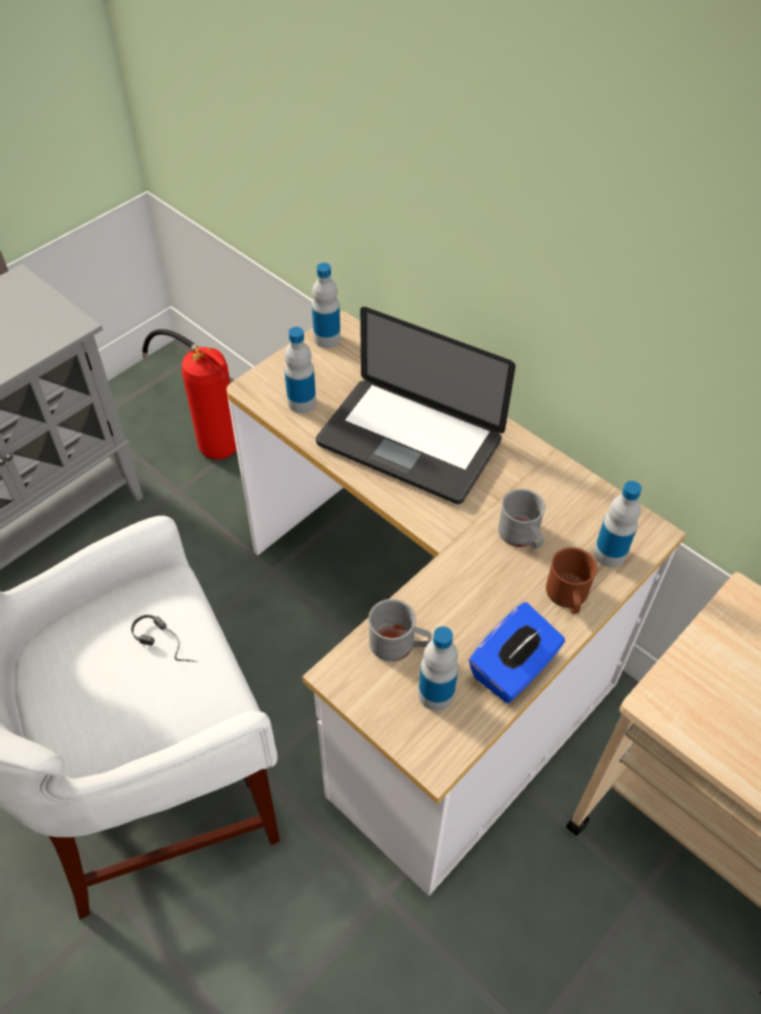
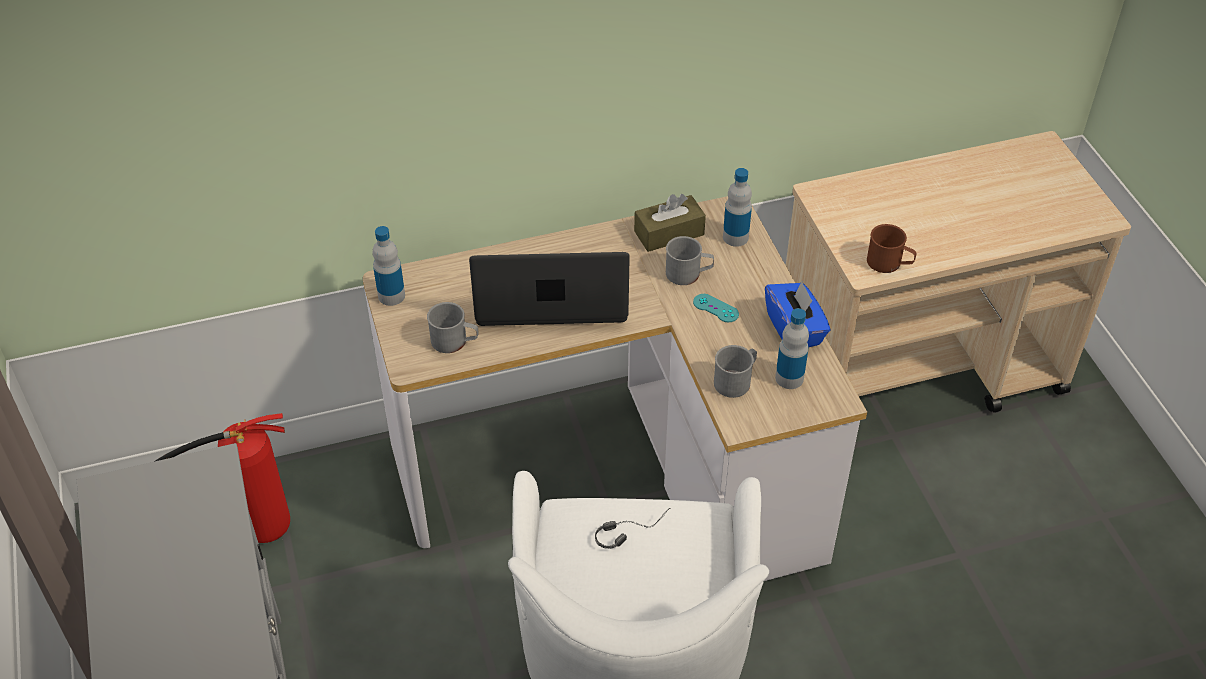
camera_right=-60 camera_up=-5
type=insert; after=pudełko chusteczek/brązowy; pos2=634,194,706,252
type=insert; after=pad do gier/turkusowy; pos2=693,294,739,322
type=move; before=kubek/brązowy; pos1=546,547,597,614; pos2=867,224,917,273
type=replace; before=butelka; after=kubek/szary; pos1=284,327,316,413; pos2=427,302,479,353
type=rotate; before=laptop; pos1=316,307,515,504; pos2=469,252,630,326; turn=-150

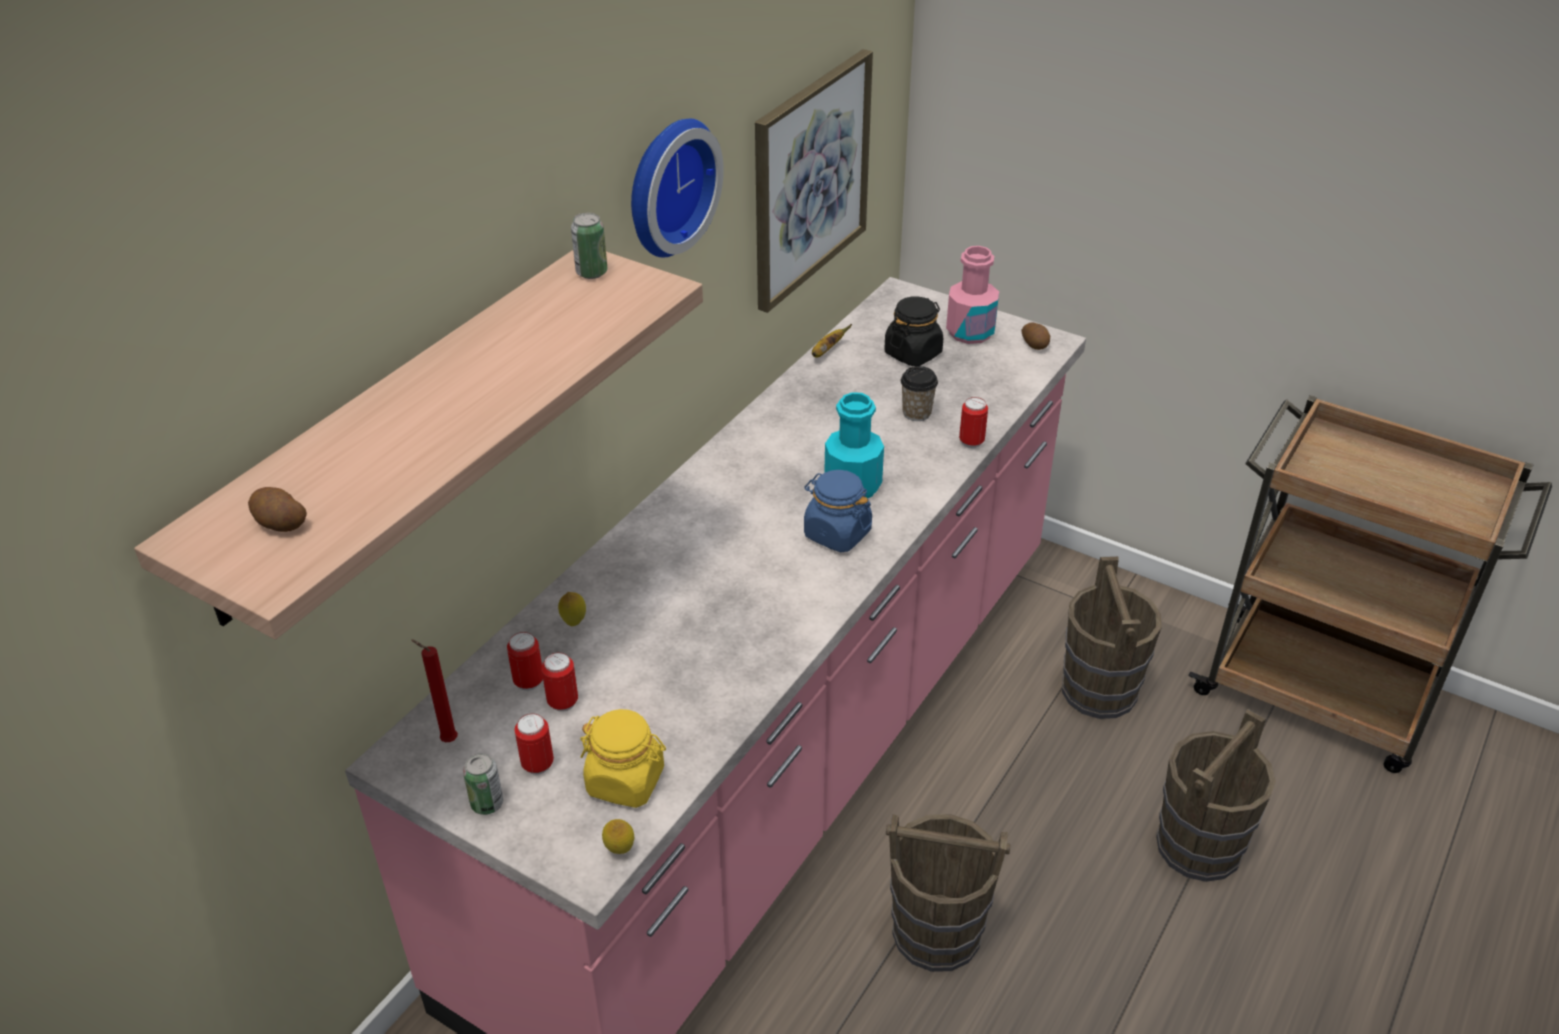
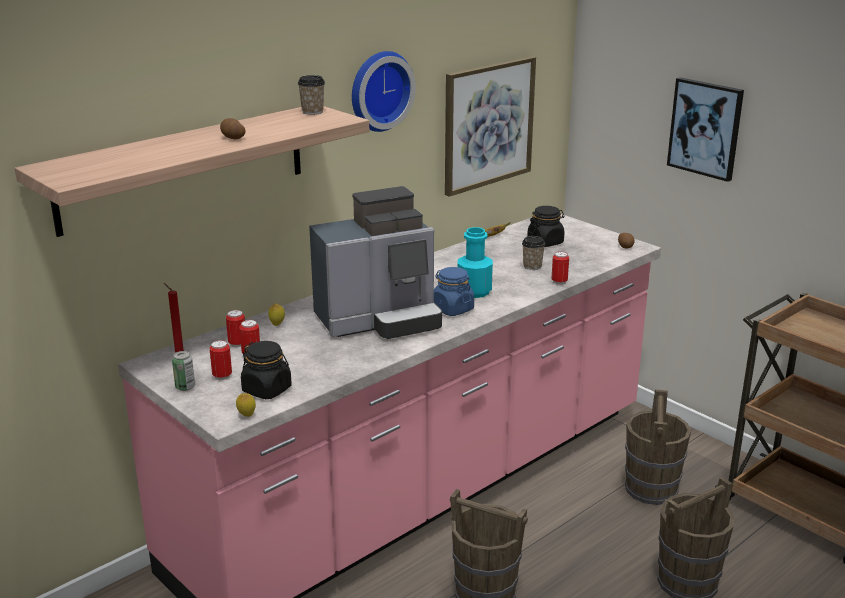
camera_right=15 camera_up=-15
type=delete; before=butelka/różowy; pos1=946,246,999,344
type=insert; after=ekspres do kawy; pos2=309,186,442,339
type=insert; after=obraz; pos2=667,77,744,182
type=move; before=ziemniak; pos1=248,487,307,532; pos2=220,118,246,139
type=replace; before=puszka; after=filiżanka; pos1=571,213,607,279; pos2=298,75,325,115
type=recolor; before=słoik/żółty; after=słoik/czarny; pos1=580,709,666,808; pos2=241,341,292,399

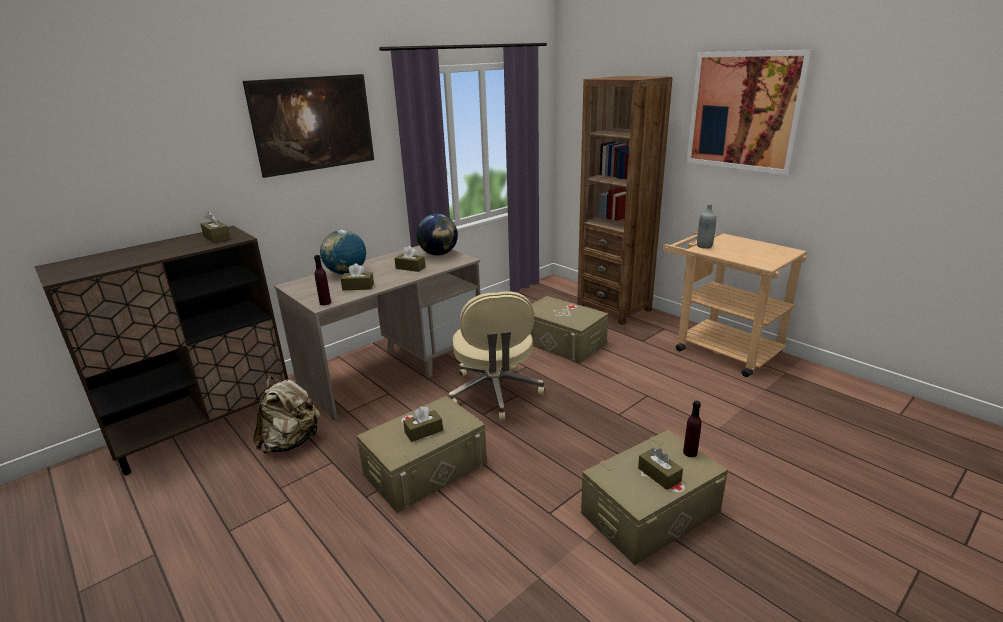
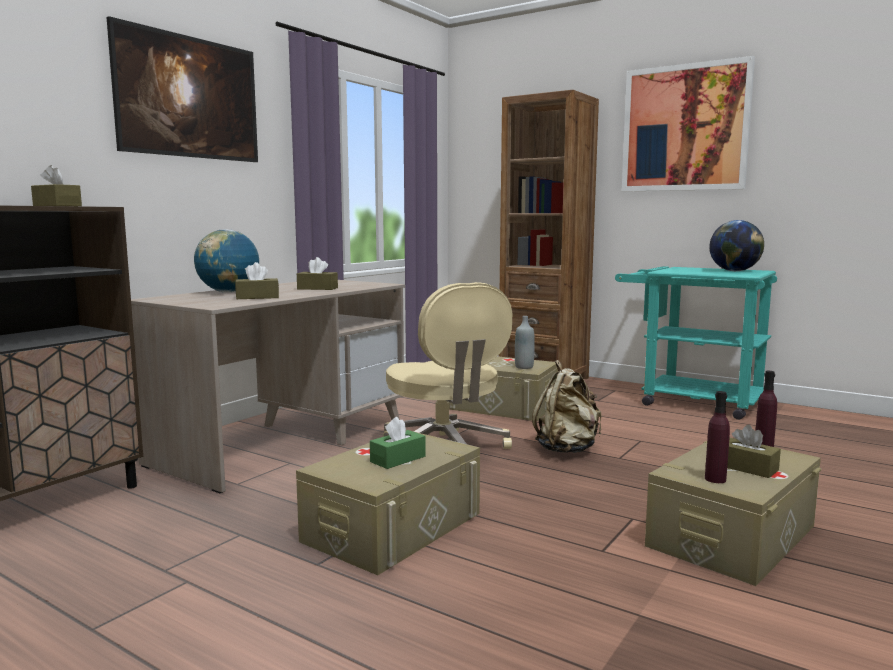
camera_right=-15 camera_up=-15
type=move; before=plecak/beżowy; pos1=254,376,320,454; pos2=532,360,601,453
type=move; before=butelka/fioletowy; pos1=314,255,331,305; pos2=705,391,730,483
type=move; before=globus; pos1=416,214,458,256; pos2=709,220,764,271
type=move; before=butelka/szary; pos1=697,204,716,249; pos2=515,316,535,369
type=recolor; before=pudełko chusteczek/brązowy; after=pudełko chusteczek/zielony; pos1=403,406,443,442; pos2=370,417,426,469
type=recolor; before=wózek/beżowy; after=wózek/turkusowy; pos1=662,232,807,377; pos2=615,266,777,420

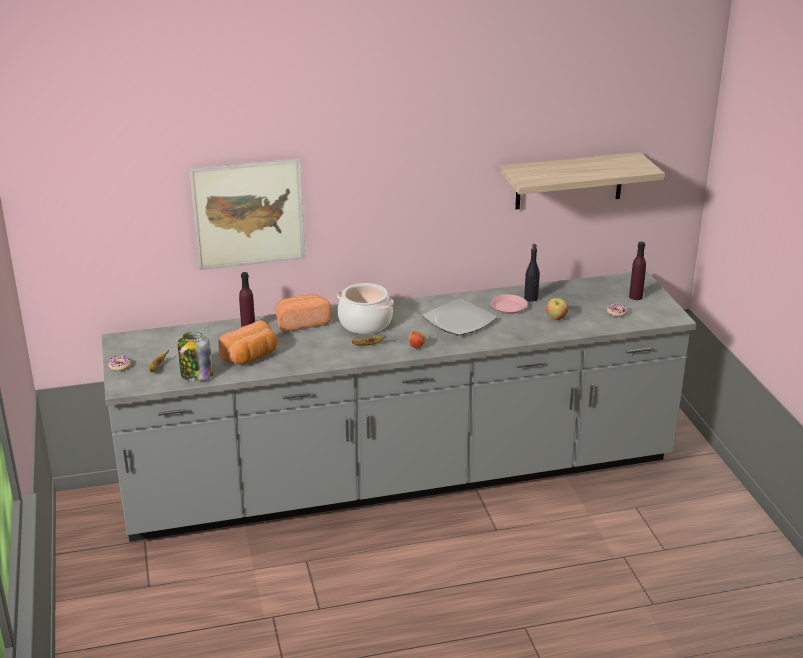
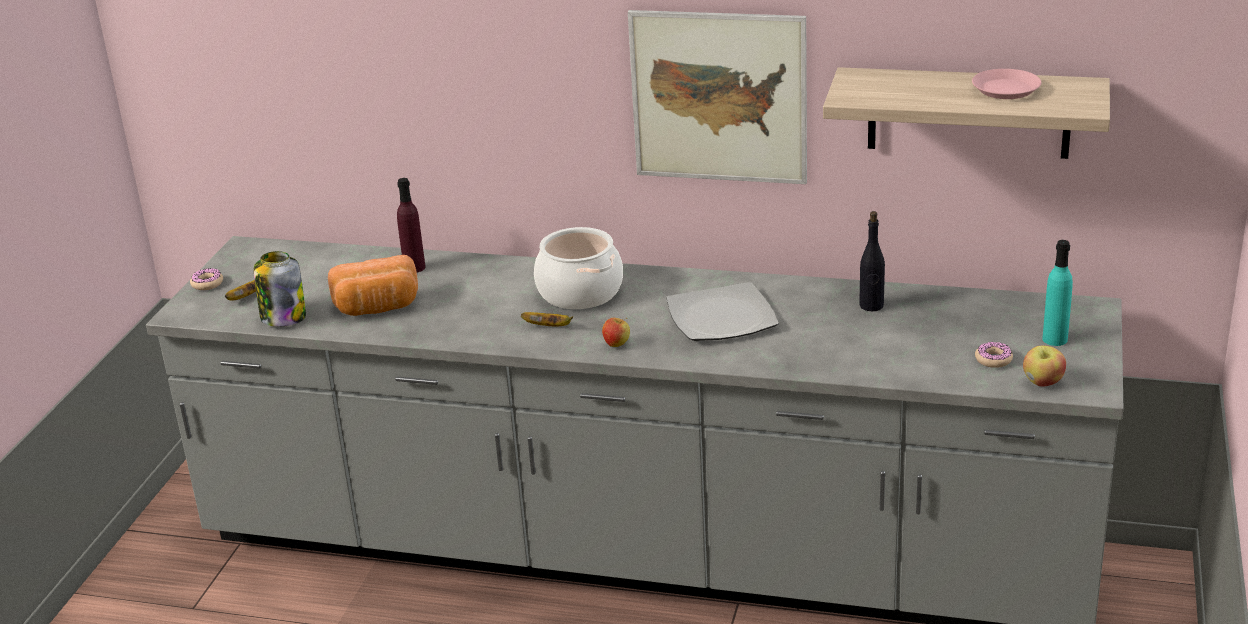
camera_right=30 camera_up=0
type=delete; before=chleb; pos1=276,294,332,331
type=move; before=obraz; pos1=189,159,305,270; pos2=628,10,807,184
type=move; before=talerz/różowy; pos1=491,294,527,314; pos2=972,69,1041,99
type=move; before=jabłko; pos1=546,298,568,320; pos2=1023,346,1066,387
type=recolor; before=butelka/fioletowy; after=butelka/turkusowy; pos1=629,242,646,300; pos2=1042,240,1073,346

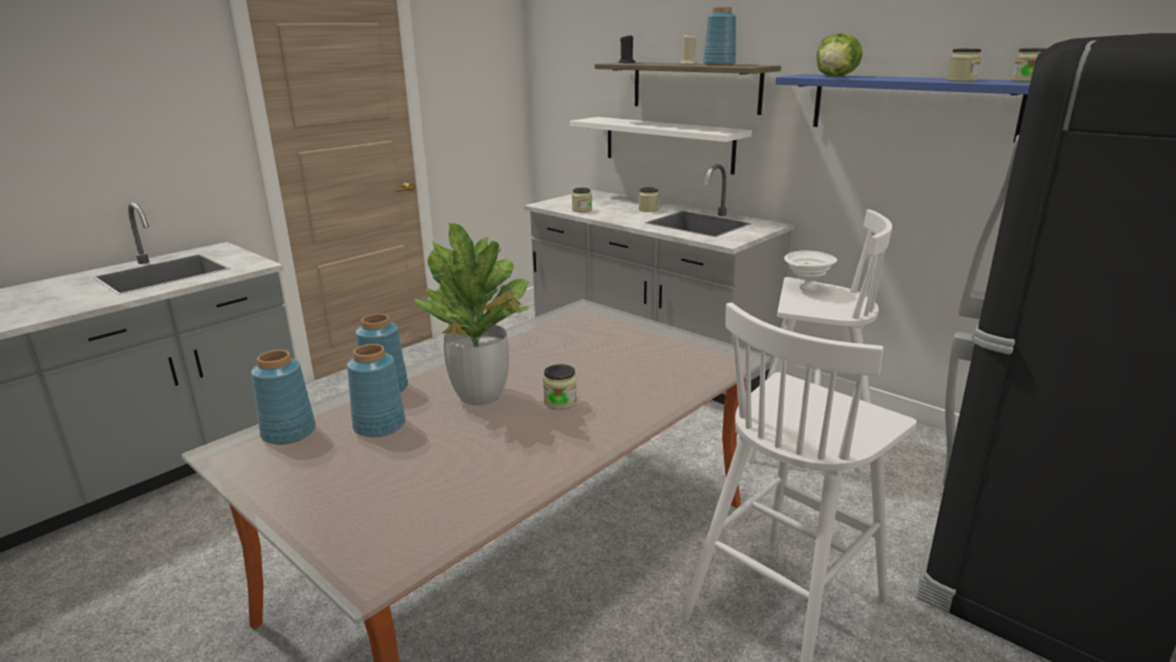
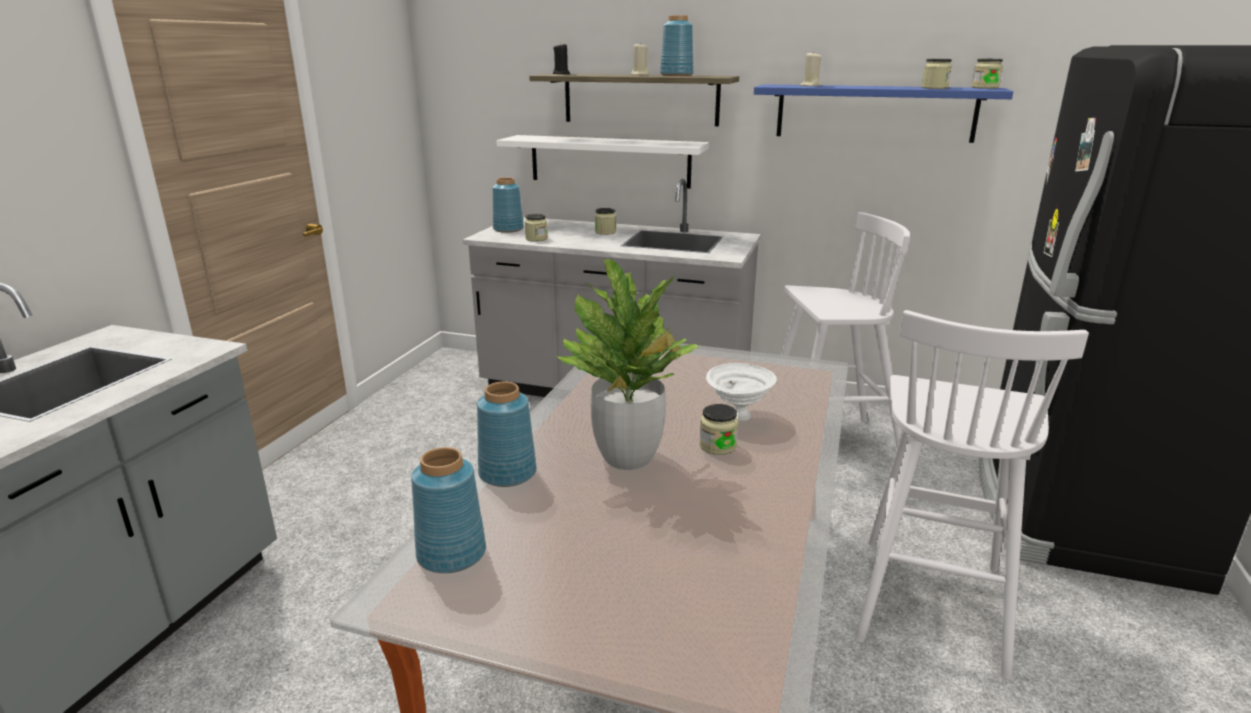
camera_right=-25 camera_up=0
type=move; before=wazon/niebieski; pos1=347,344,406,437; pos2=492,177,524,233
type=move; before=miska/biały; pos1=784,251,837,291; pos2=706,363,777,421
type=replace; before=sałata; after=świeca/beżowy; pos1=817,33,862,77; pos2=800,51,822,86

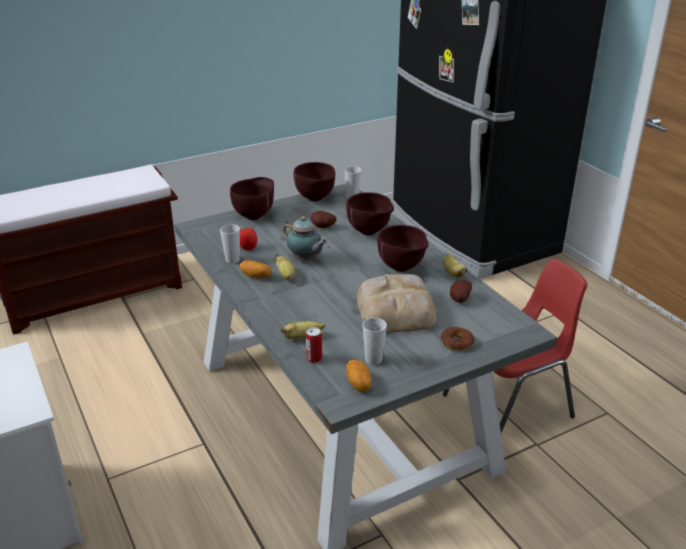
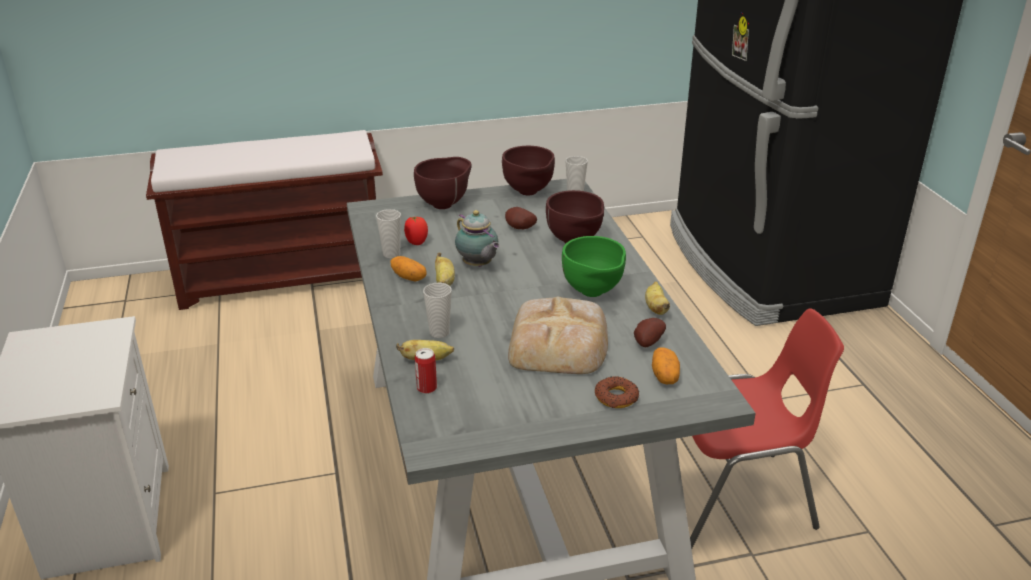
camera_right=15 camera_up=0
type=move; before=ziemniak; pos1=346,360,372,392; pos2=652,347,680,384
type=move; before=filiżanka; pos1=363,318,387,365; pos2=423,283,452,338
type=recolor; before=miska/brązowy; after=miska/zielony; pos1=377,225,429,272; pos2=562,236,626,297

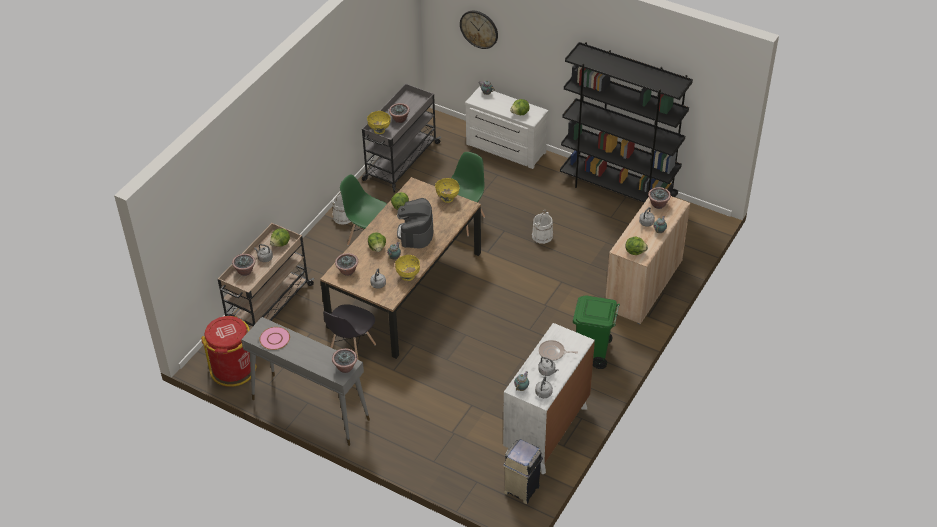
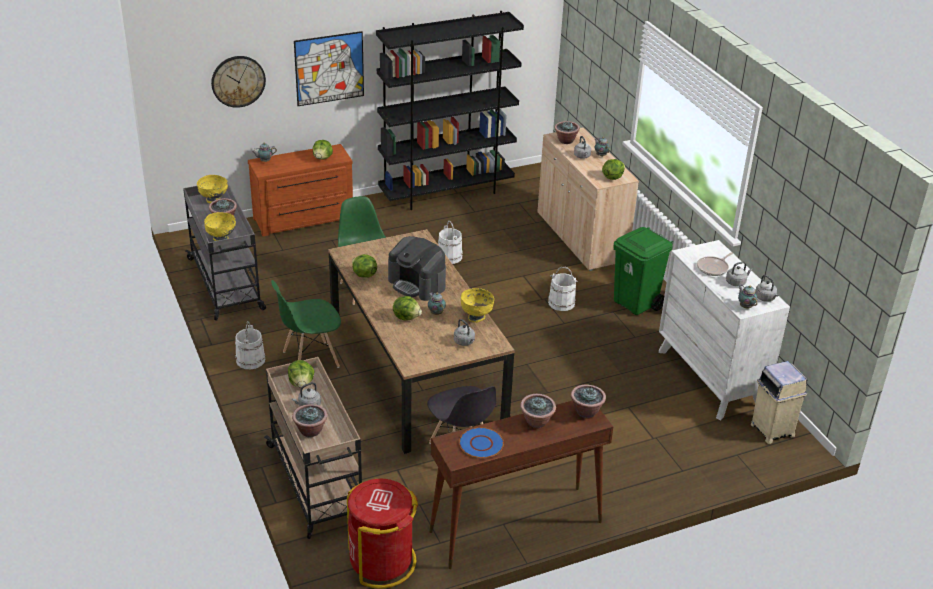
camera_right=-55 camera_up=-10
type=insert; after=obraz; pos2=294,31,364,106
type=insert; after=wiadro/biały; pos2=548,267,578,311
type=move; before=roślina doniczkowa; pos1=335,253,358,276; pos2=520,394,556,428
type=move; before=miska/żółty; pos1=435,178,459,203; pos2=197,175,228,203
type=recolor; before=stolik konsolowy/szary; after=stolik konsolowy/brązowy; pos1=241,317,370,446; pos2=429,400,613,569
type=recolor; before=talerz/różowy; after=talerz/niebieski; pos1=259,327,290,350; pos2=459,427,504,458
type=recolor; before=komoda/biały; after=komoda/brązowy; pos1=465,86,548,169; pos2=248,144,353,236

